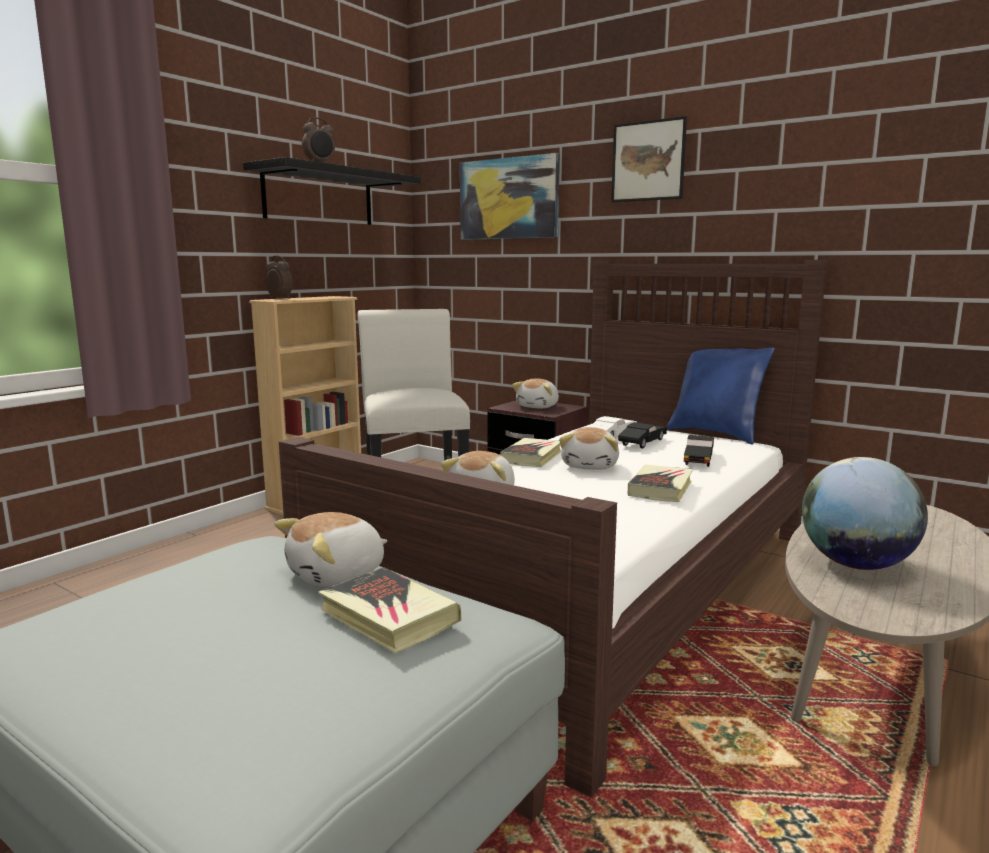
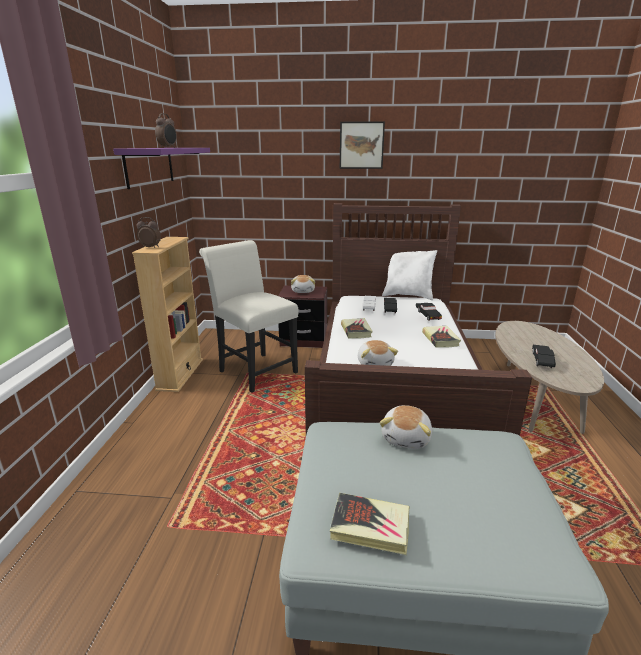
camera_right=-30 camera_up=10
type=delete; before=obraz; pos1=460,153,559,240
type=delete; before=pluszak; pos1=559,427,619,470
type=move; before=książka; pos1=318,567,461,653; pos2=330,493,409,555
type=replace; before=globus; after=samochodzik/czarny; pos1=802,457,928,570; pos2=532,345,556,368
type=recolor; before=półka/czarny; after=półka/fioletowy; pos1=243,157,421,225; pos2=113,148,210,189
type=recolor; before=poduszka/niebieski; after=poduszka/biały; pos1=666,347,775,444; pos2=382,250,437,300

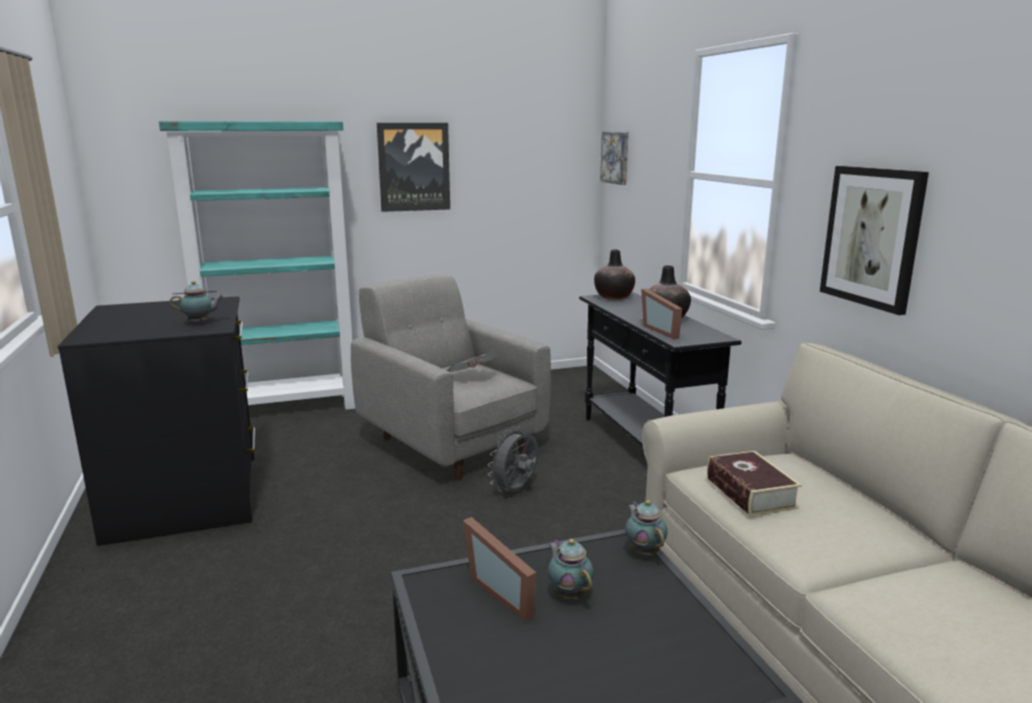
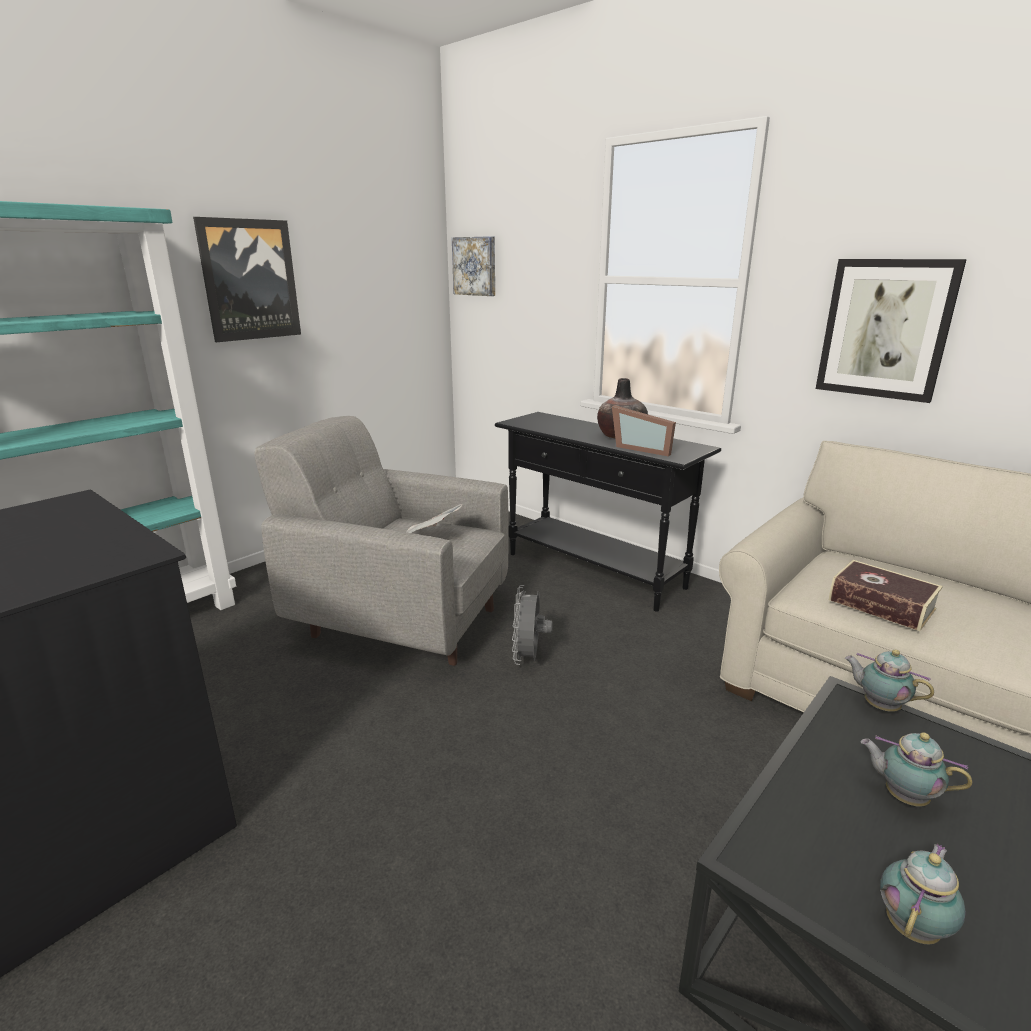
camera_right=-30 camera_up=5
type=delete; before=ramka na zdjęcie; pos1=463,517,536,622
type=delete; before=wazon; pos1=594,250,635,300
type=move; before=imbryk; pos1=169,281,224,323; pos2=880,843,966,944

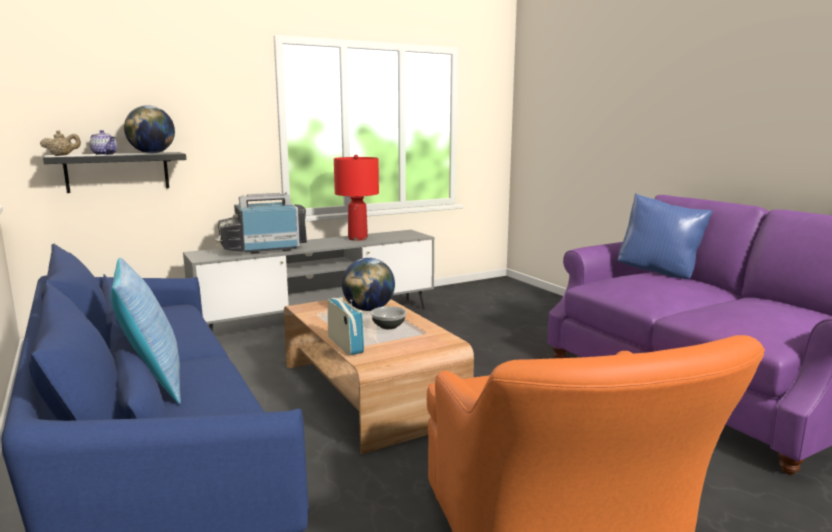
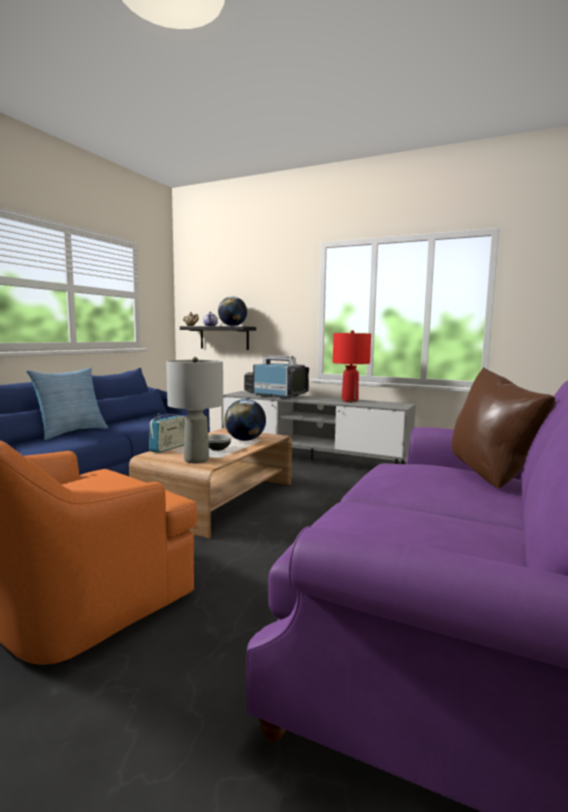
camera_right=55 camera_up=-5
type=insert; after=lampa stołowa/szary; pos2=166,357,223,463
type=recolor; before=poduszka/niebieski; after=poduszka/brązowy; pos1=618,193,713,279; pos2=452,367,555,488

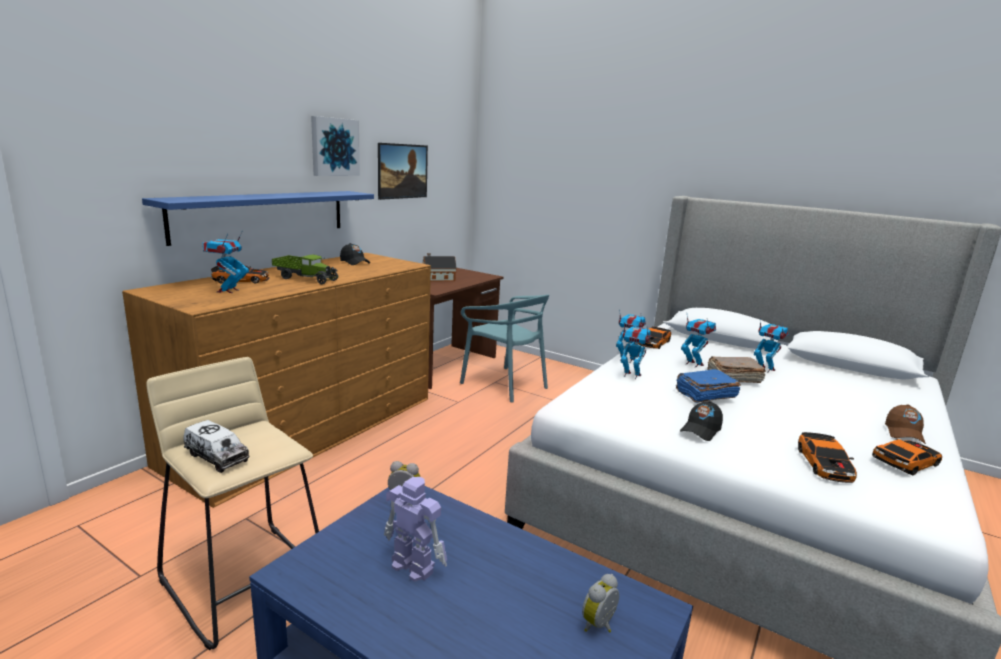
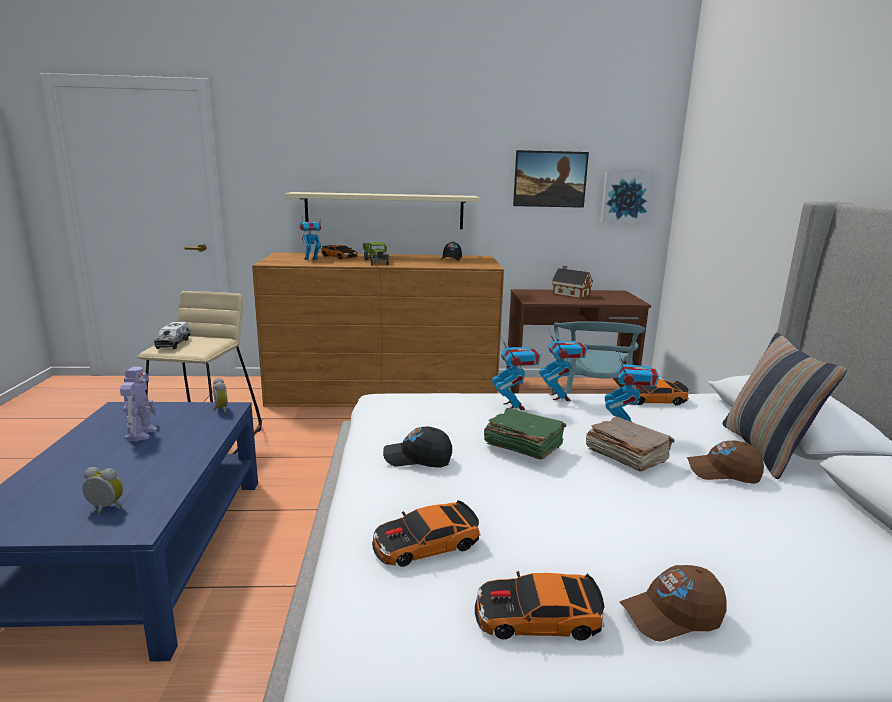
camera_right=55 camera_up=0
type=insert; after=poduszka; pos2=722,333,847,479
type=move; before=obraz; pos1=311,116,360,176; pos2=600,173,655,224
type=replace; before=robot zabawkowy; after=czapka z daszkiem/brązowy; pos1=754,318,788,373; pos2=687,441,764,484
type=recolor; before=półka/niebieski; after=półka/beżowy; pos1=142,191,374,246; pos2=285,192,479,229
type=recolor; before=książka/niebieski; after=książka/zielony; pos1=676,369,741,403; pos2=484,408,566,460
type=rotate; before=samochodzik; pos1=872,438,942,476; pos2=475,571,605,641; turn=150

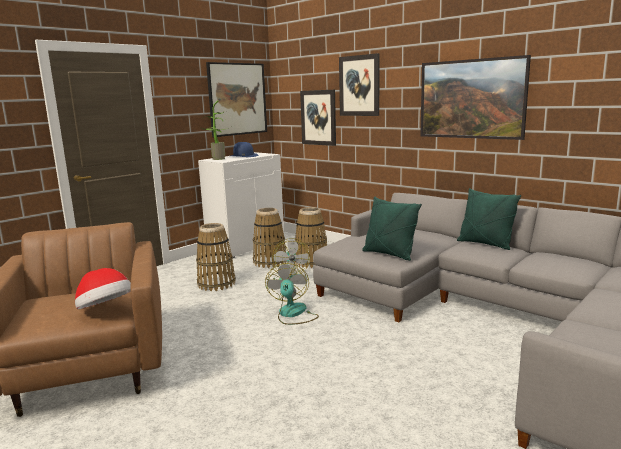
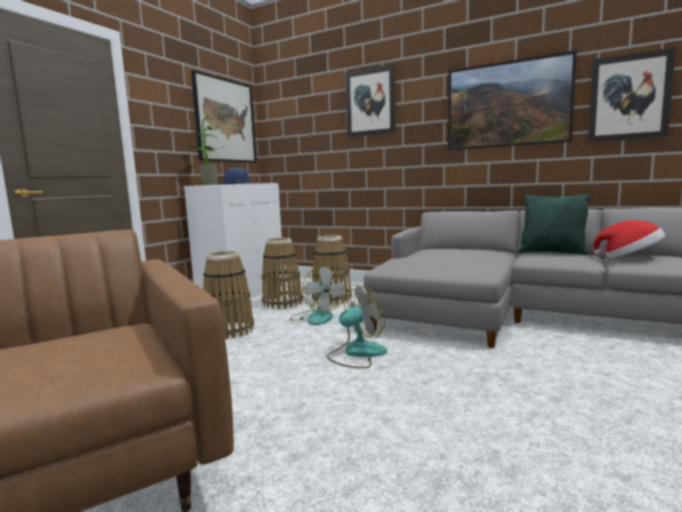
camera_right=-15 camera_up=-5
type=delete; before=poduszka/zielony; pos1=362,196,422,261
type=move; before=kapelusz; pos1=75,268,131,309; pos2=593,220,665,258
type=move; before=obraz; pos1=300,90,336,146; pos2=588,47,676,143
type=rotate; before=wentylator; pos1=265,263,319,325; pos2=327,284,387,368; turn=75

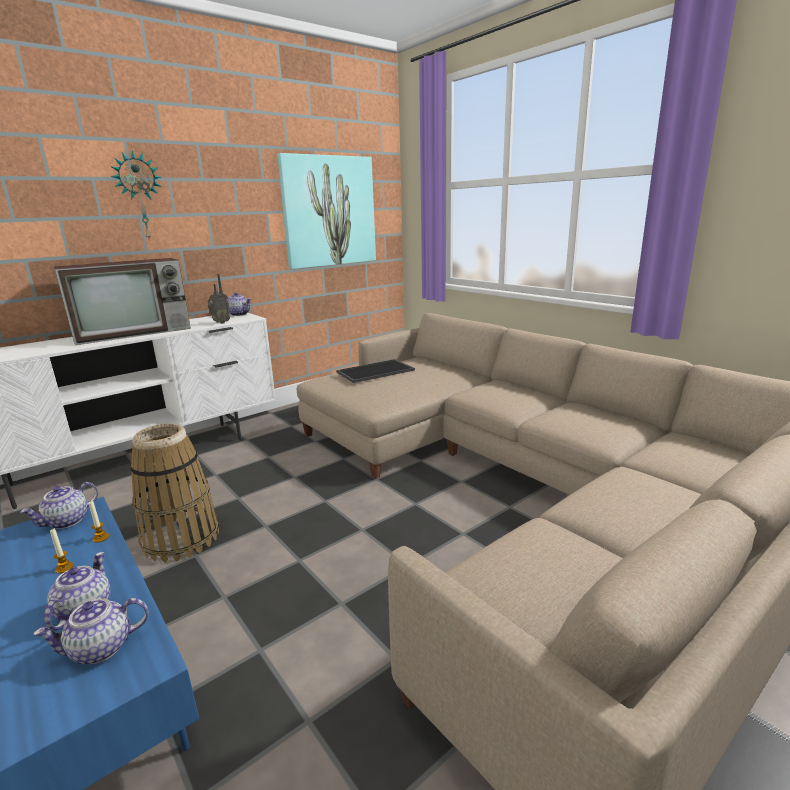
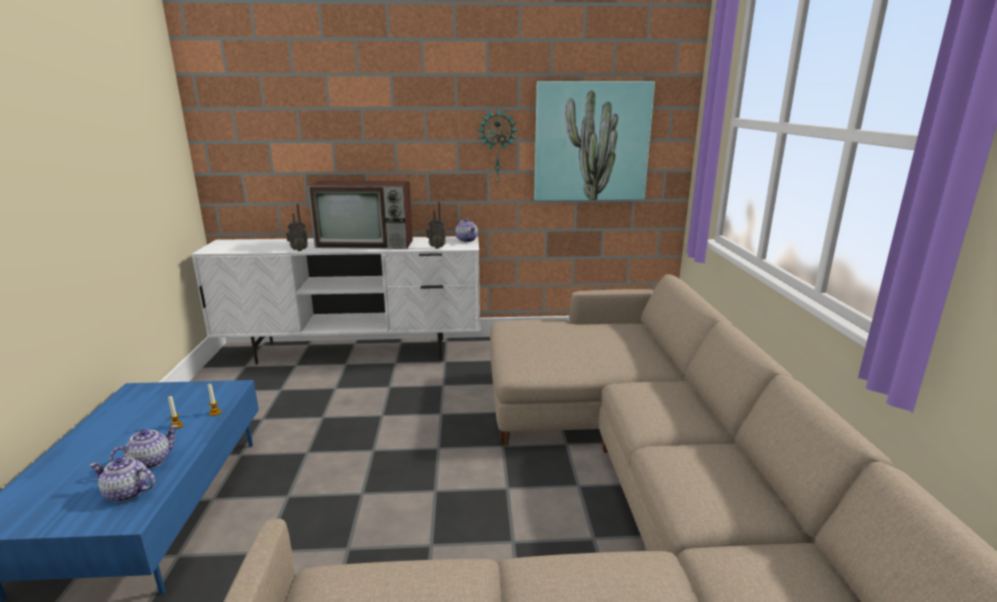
camera_right=35 camera_up=0
type=delete; before=imbryk; pos1=20,482,98,529
type=delete; before=koszyk; pos1=130,423,219,562
type=delete; before=taca; pos1=336,359,415,383
type=insert; after=radio; pos2=286,204,308,251
type=move; before=zegar ścienny; pos1=110,151,162,242; pos2=477,109,519,186

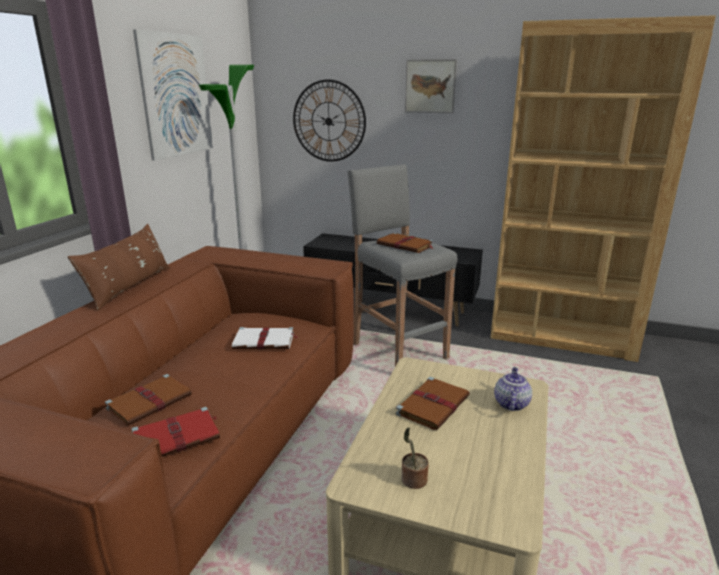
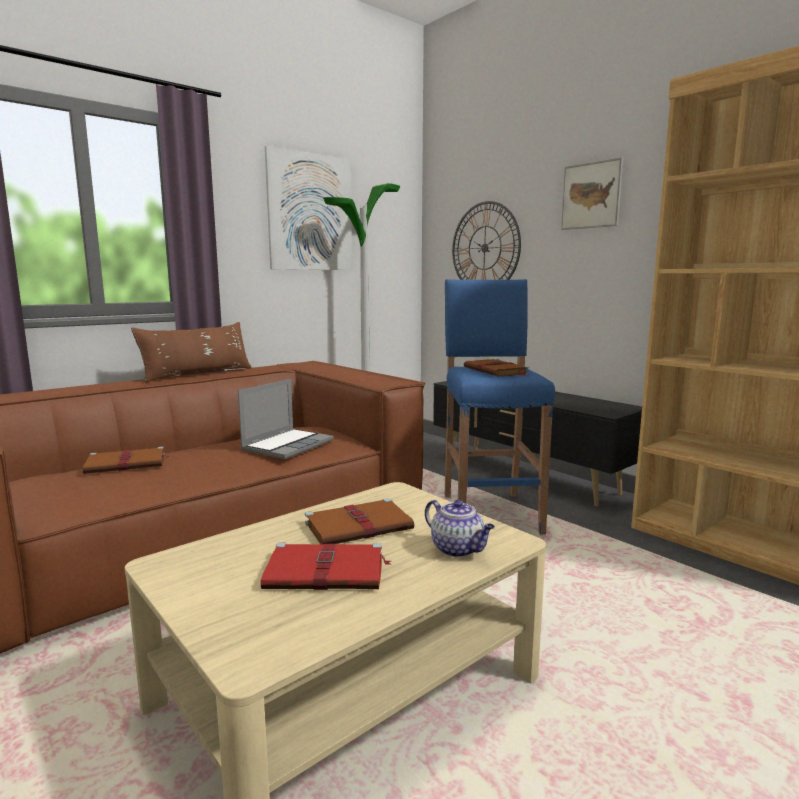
camera_right=30 camera_up=-10
type=delete; before=roślina doniczkowa; pos1=402,427,429,489
type=move; before=książka/czerwony; pos1=131,407,220,457; pos2=261,543,392,590
type=replace; before=książka/biały; after=laptop; pos1=232,327,297,349; pos2=238,379,333,459
type=recolor; before=stołek/szary; after=stołek/niebieski; pos1=348,164,457,366; pos2=445,279,555,534
type=rotate; before=imbryk; pos1=494,367,532,411; pos2=425,500,495,557; turn=90

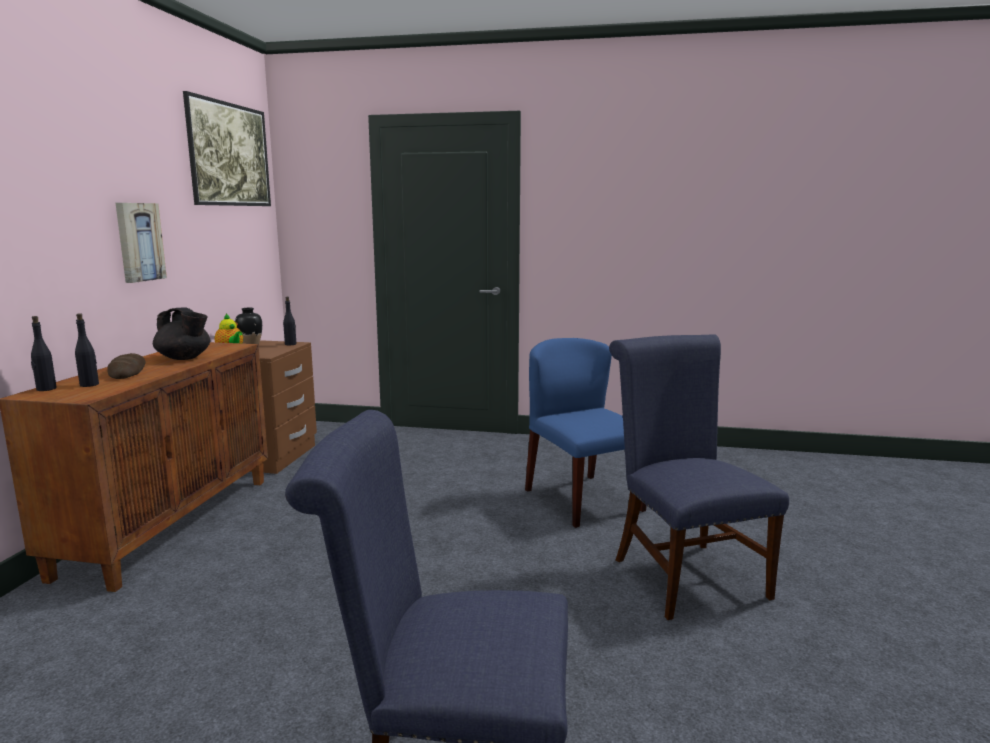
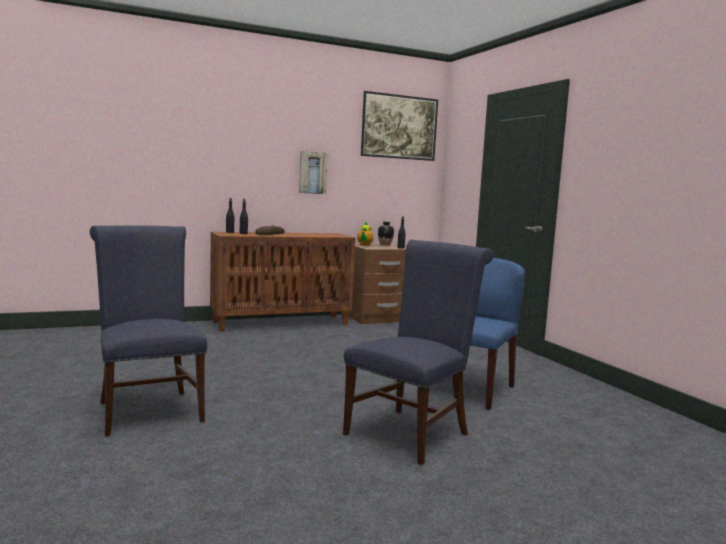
camera_right=55 camera_up=-5
type=delete; before=imbryk/czarny; pos1=153,307,211,360

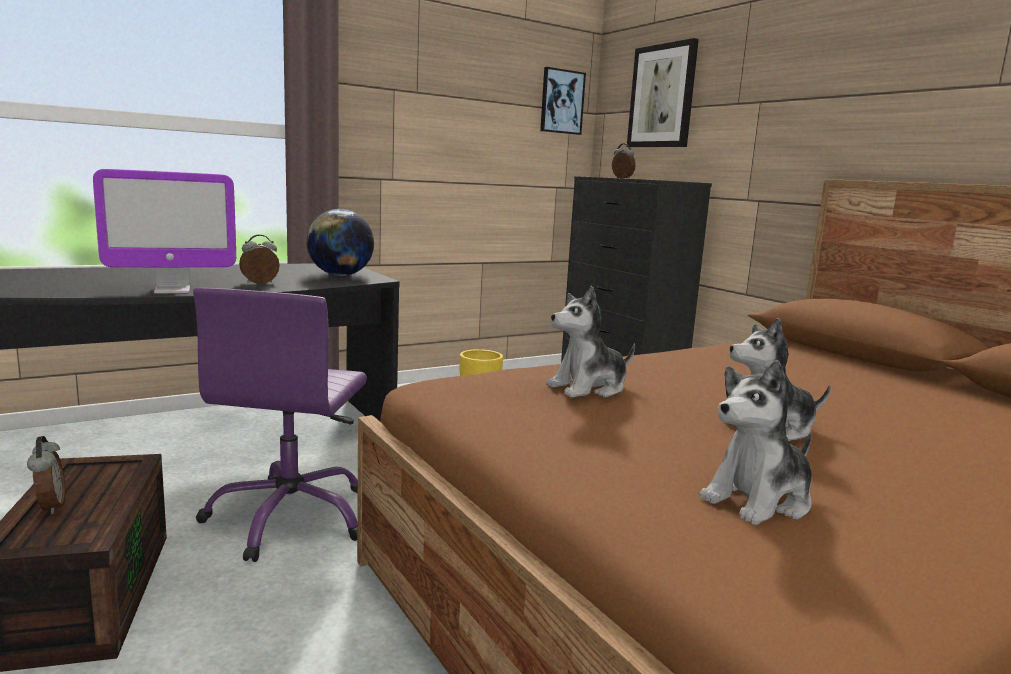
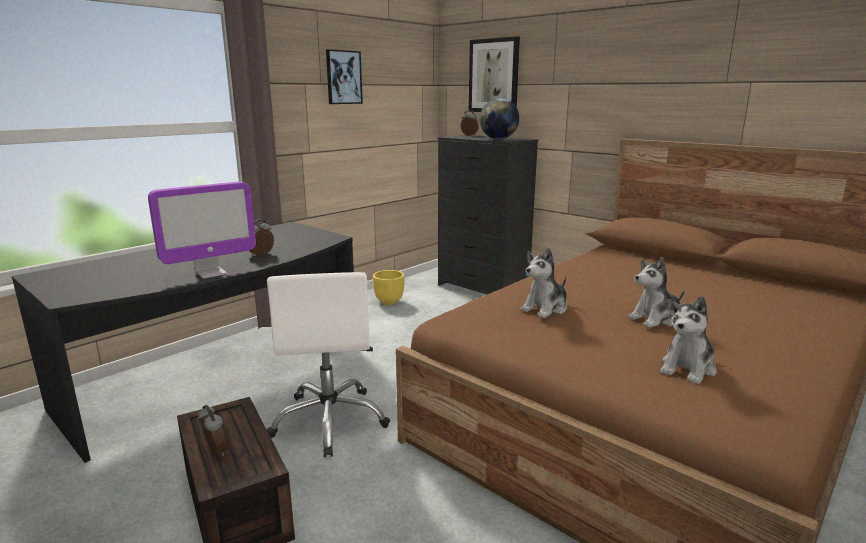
camera_right=-15 camera_up=5
type=move; before=globus; pos1=306,209,374,276; pos2=480,98,519,139
type=move; before=obraz; pos1=540,67,586,135; pos2=326,49,363,104
type=recolor; before=krzesło biurowe/fioletowy; after=krzesło biurowe/biały; pos1=193,288,367,562; pos2=267,272,390,457

